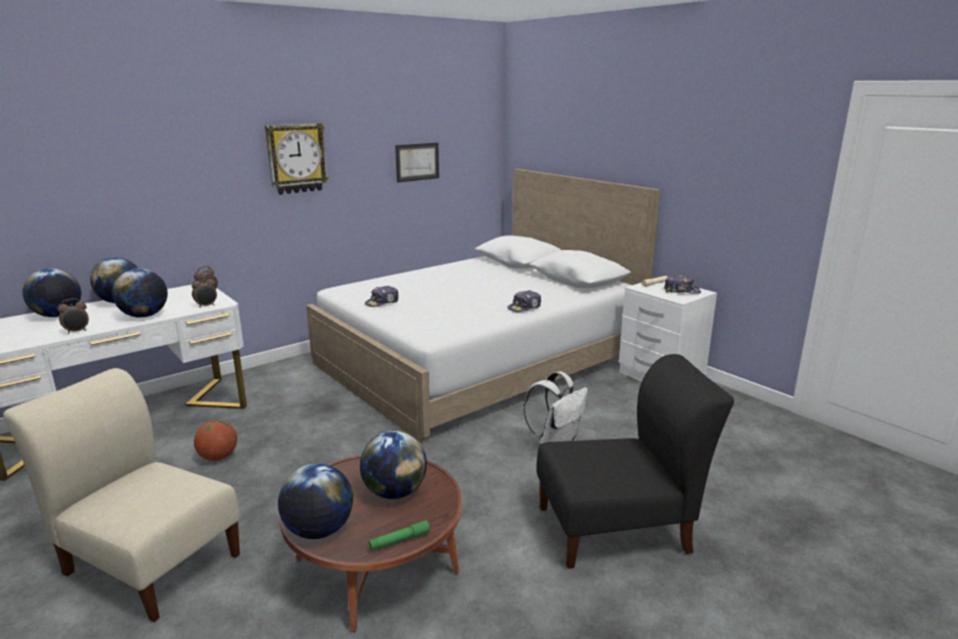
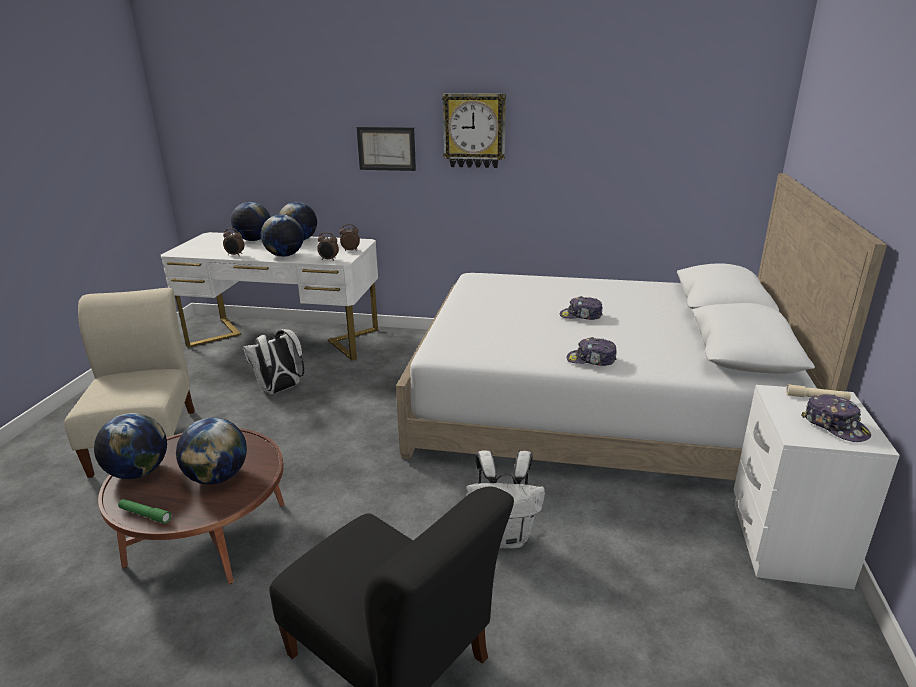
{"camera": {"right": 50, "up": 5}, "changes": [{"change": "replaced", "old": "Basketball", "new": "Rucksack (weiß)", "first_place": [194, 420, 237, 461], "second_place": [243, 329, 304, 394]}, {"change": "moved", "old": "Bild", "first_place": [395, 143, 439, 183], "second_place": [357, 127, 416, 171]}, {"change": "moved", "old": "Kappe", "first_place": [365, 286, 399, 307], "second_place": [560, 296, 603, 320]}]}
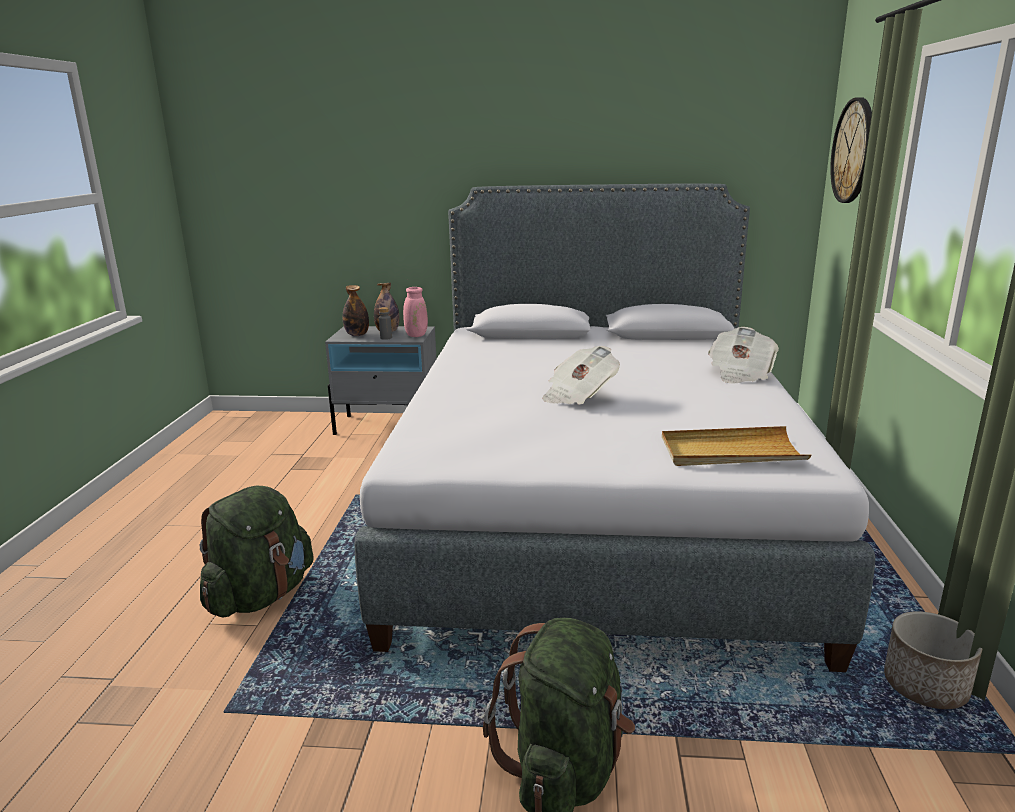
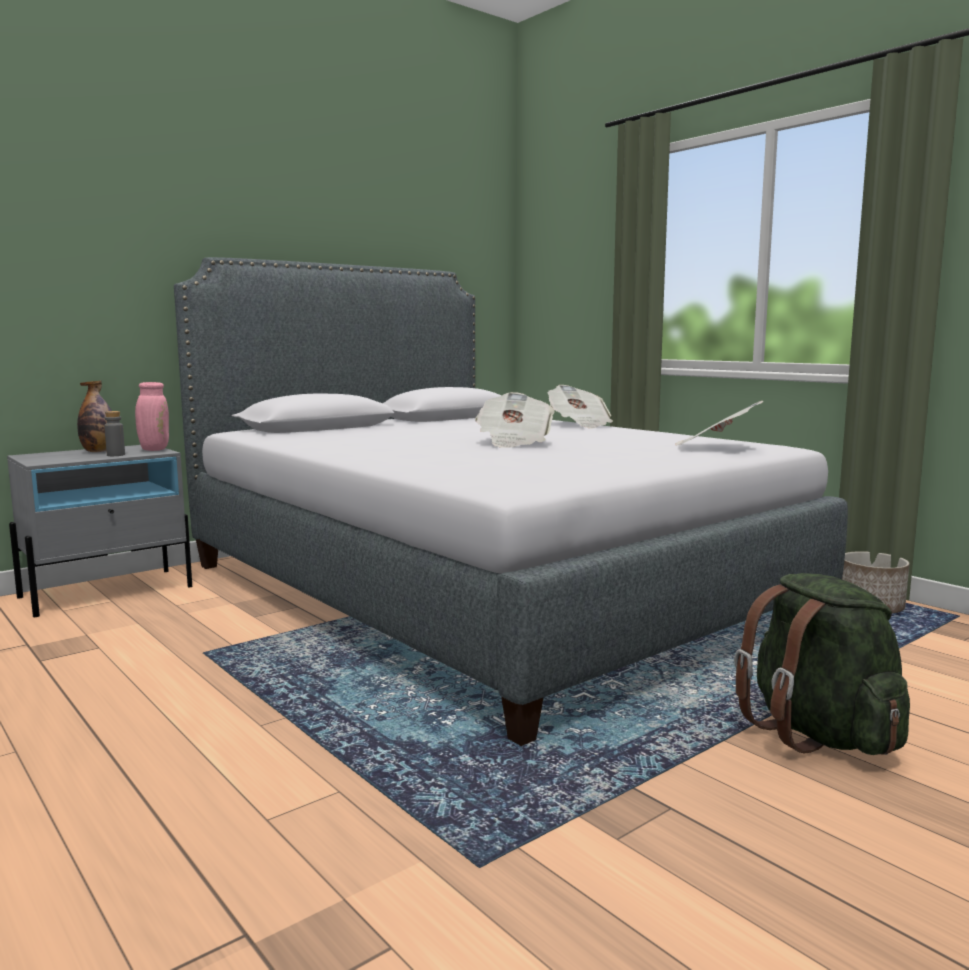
{"camera": {"right": -45, "up": -10}, "changes": [{"change": "replaced", "old": "Tablett (beige)", "new": "Zeitung", "first_place": [662, 426, 811, 466], "second_place": [675, 401, 763, 446]}, {"change": "removed", "old": "Rucksack (grün)", "first_place": [200, 485, 313, 618]}, {"change": "removed", "old": "Flasche", "first_place": [343, 285, 369, 336]}, {"change": "removed", "old": "Wanduhr", "first_place": [830, 97, 872, 203]}]}
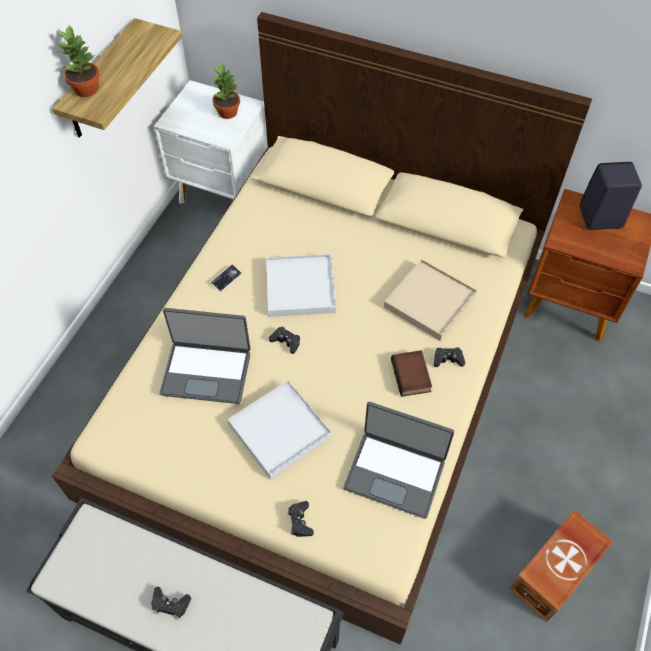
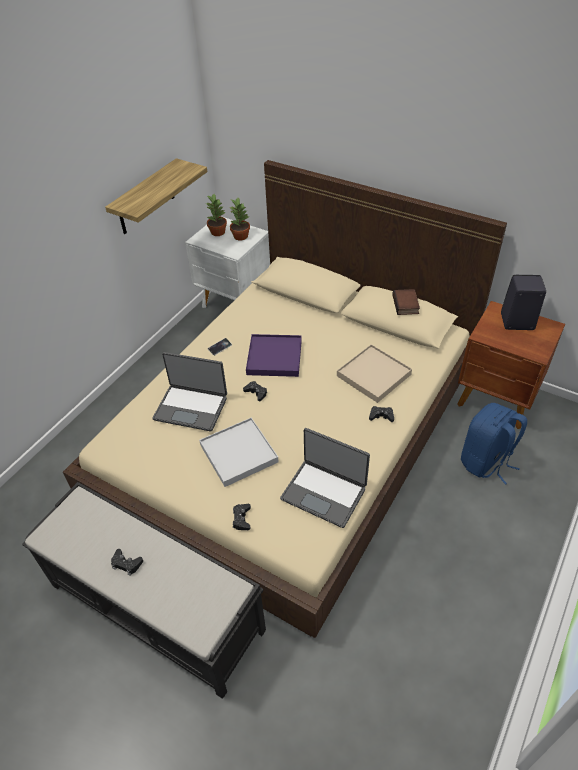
{"camera": {"right": 10, "up": -10}, "changes": [{"change": "moved", "old": "Topfpflanze", "first_place": [57, 25, 99, 97], "second_place": [206, 194, 227, 236]}, {"change": "recoloured", "old": "Tablett (weiß)", "new": "Tablett (lila)", "first_place": [266, 254, 336, 317], "second_place": [246, 334, 302, 377]}, {"change": "moved", "old": "Buch", "first_place": [391, 350, 432, 397], "second_place": [392, 289, 420, 315]}, {"change": "added", "new": "Rucksack (blau)", "second_place": [461, 403, 527, 485]}, {"change": "removed", "old": "Aufbewahrungsbox (braun)", "first_place": [509, 510, 614, 622]}]}
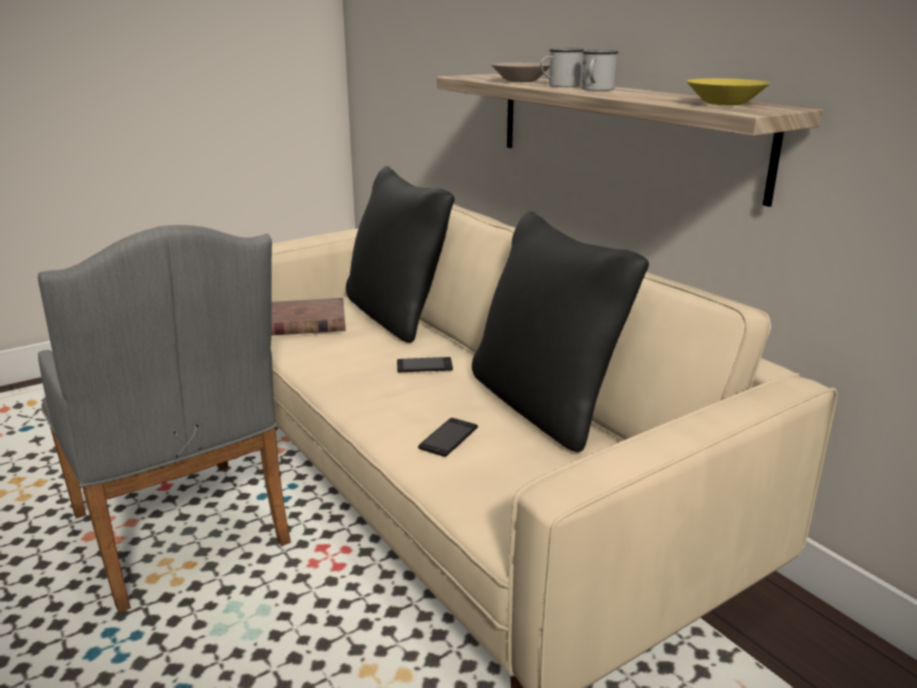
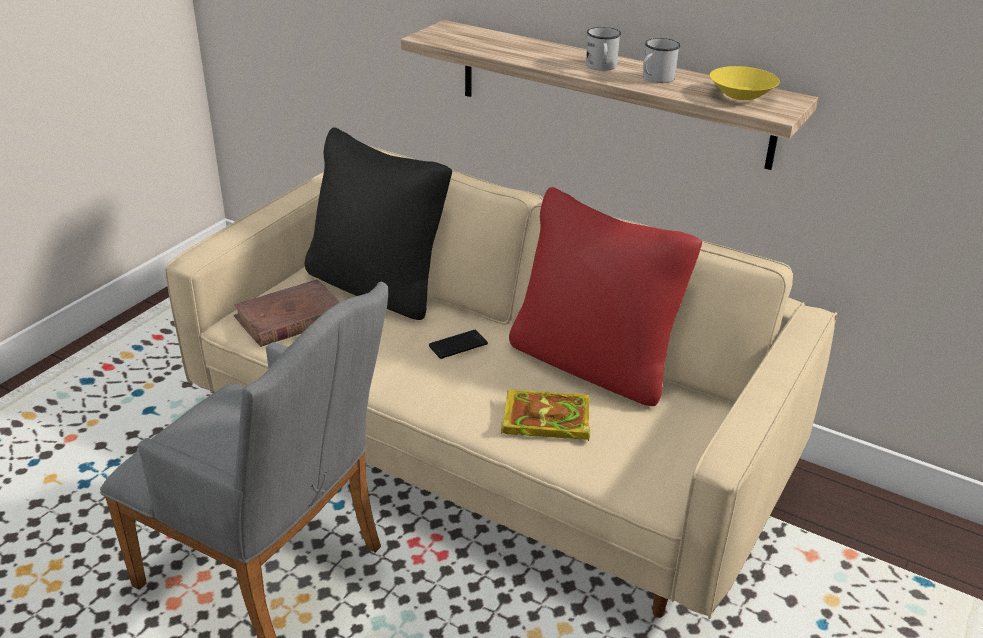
{"camera": {"right": -25, "up": 10}, "changes": [{"change": "replaced", "old": "Handy", "new": "Buch", "first_place": [418, 418, 478, 457], "second_place": [501, 389, 590, 441]}, {"change": "recoloured", "old": "Kissen (schwarz)", "new": "Kissen (rot)", "first_place": [472, 211, 649, 452], "second_place": [509, 187, 702, 406]}, {"change": "moved", "old": "Henkelbecher (weiß)", "first_place": [540, 48, 584, 87], "second_place": [643, 38, 680, 83]}, {"change": "removed", "old": "Schüssel (beige)", "first_place": [491, 62, 550, 82]}]}
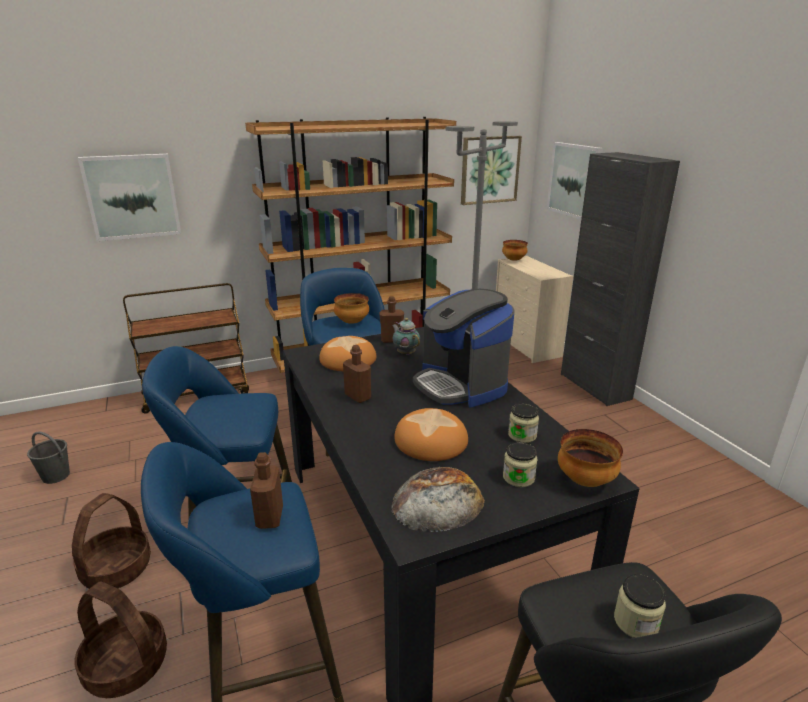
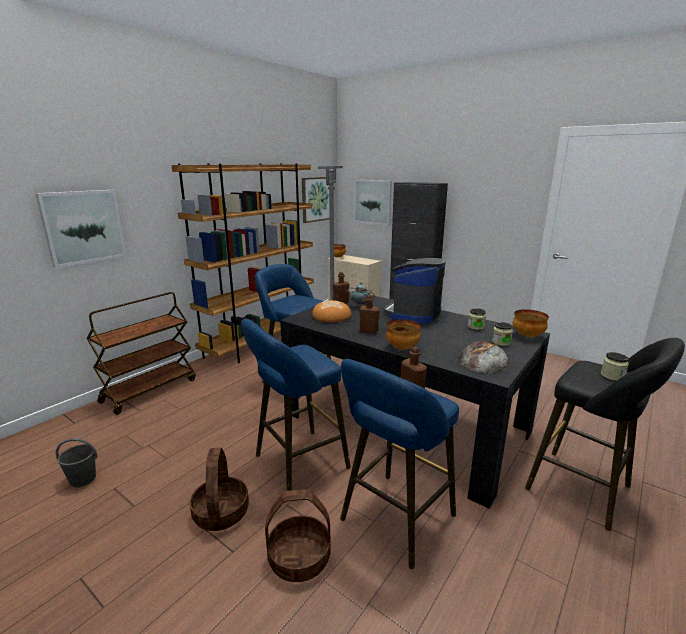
{"camera": {"right": -30, "up": -5}, "changes": [{"change": "turned", "old": "Kaffeemaschine", "first_place": [413, 289, 514, 407], "second_place": [384, 258, 446, 324], "degrees": 90}, {"change": "moved", "old": "Schüssel", "first_place": [334, 293, 369, 324], "second_place": [386, 319, 421, 350]}, {"change": "removed", "old": "Brot", "first_place": [394, 408, 468, 461]}]}
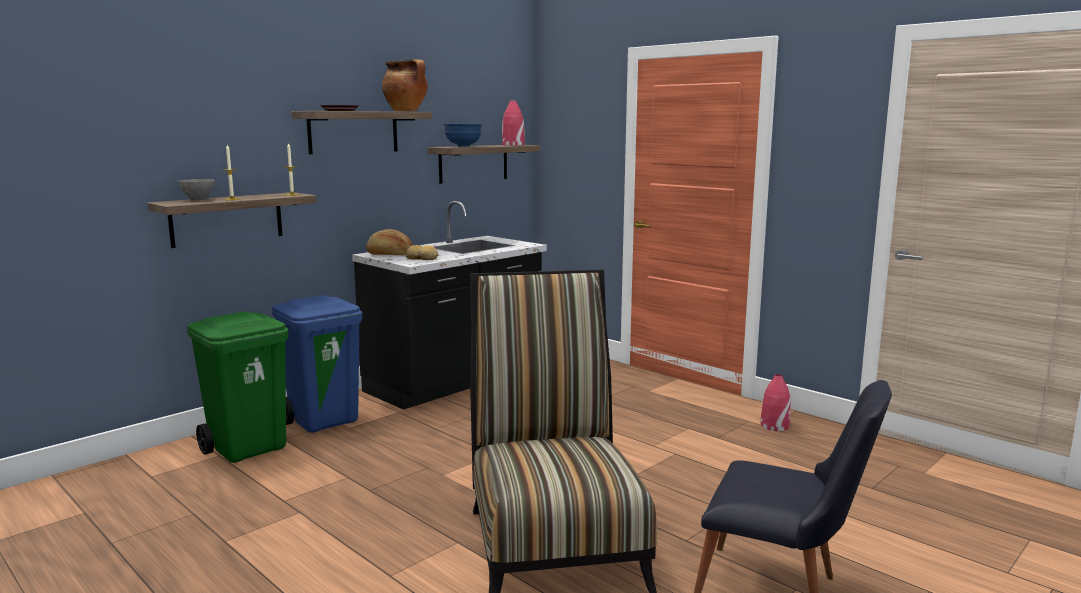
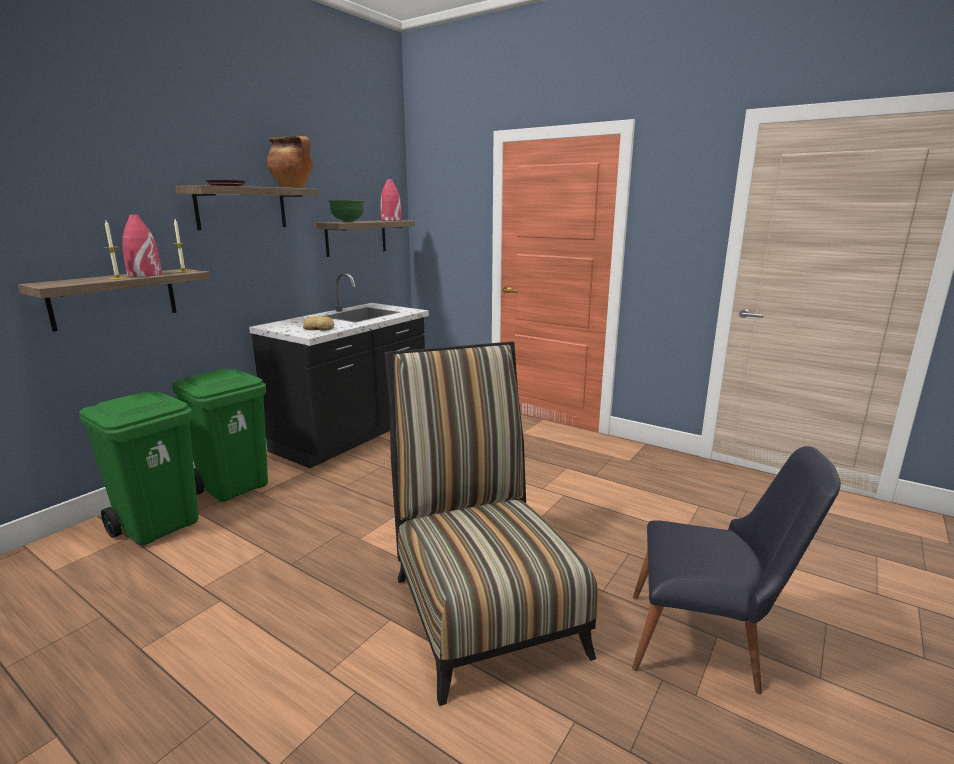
{"camera": {"right": -10, "up": 5}, "changes": [{"change": "moved", "old": "Vase (rot)", "first_place": [761, 374, 791, 431], "second_place": [122, 215, 162, 277]}, {"change": "recoloured", "old": "Mülleimer (blau)", "new": "Mülleimer (grün)", "first_place": [272, 295, 362, 433], "second_place": [172, 369, 268, 502]}, {"change": "recoloured", "old": "Schüssel (blau)", "new": "Schüssel (grün)", "first_place": [444, 123, 482, 147], "second_place": [328, 200, 365, 222]}, {"change": "removed", "old": "Schüssel (grau)", "first_place": [178, 179, 215, 200]}, {"change": "removed", "old": "Brot", "first_place": [366, 229, 412, 255]}]}
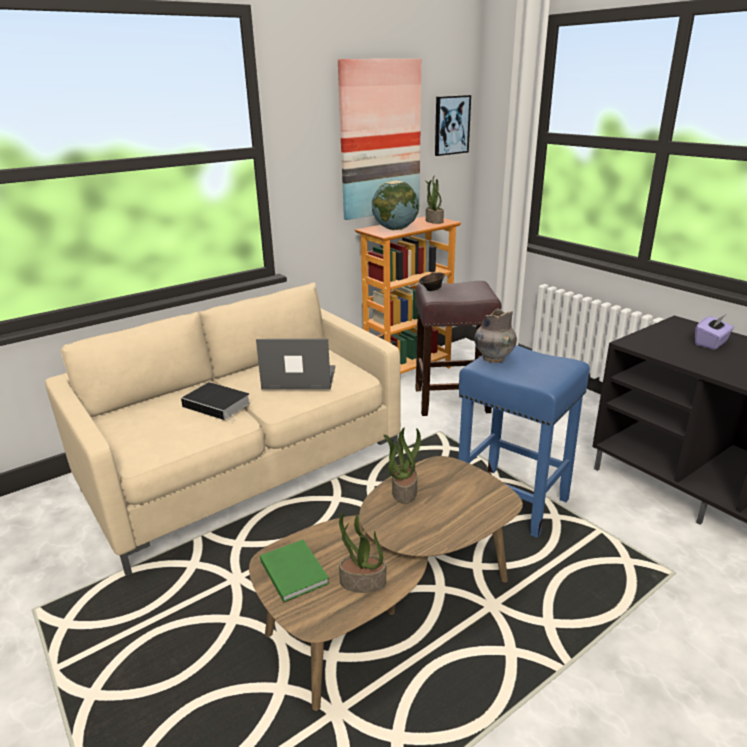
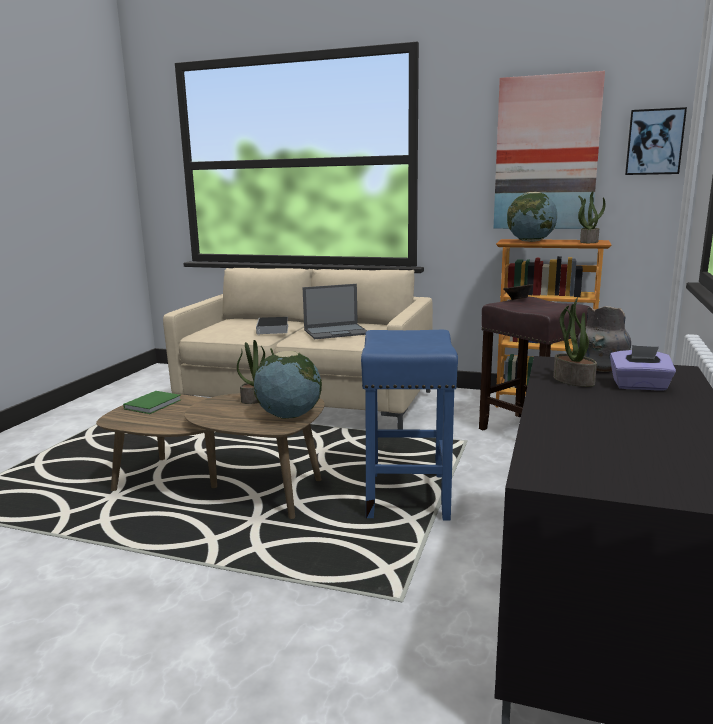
{"camera": {"right": 55, "up": -10}, "changes": [{"change": "added", "new": "Globus", "second_place": [254, 351, 322, 419]}, {"change": "turned", "old": "Laptop", "first_place": [256, 339, 335, 390], "second_place": [303, 284, 367, 339], "degrees": 105}, {"change": "moved", "old": "Topfpflanze", "first_place": [339, 513, 386, 593], "second_place": [553, 297, 597, 387]}, {"change": "moved", "old": "Vase (grau)", "first_place": [474, 308, 517, 363], "second_place": [577, 306, 631, 372]}]}
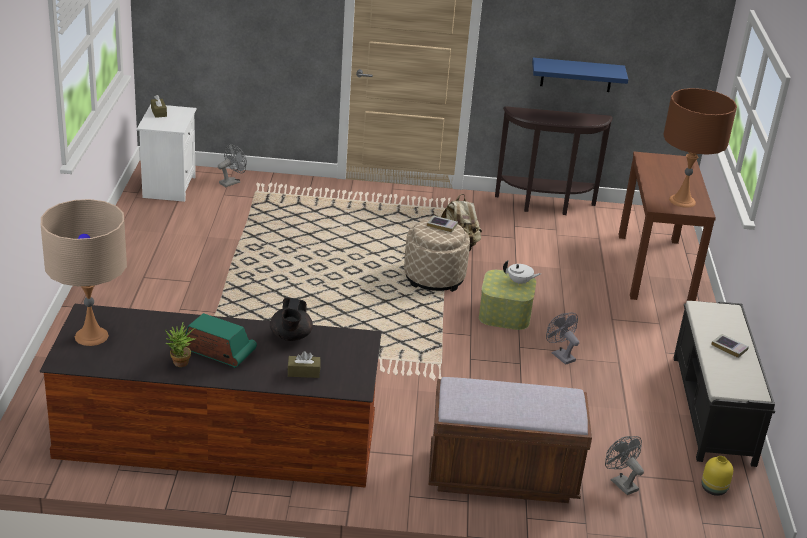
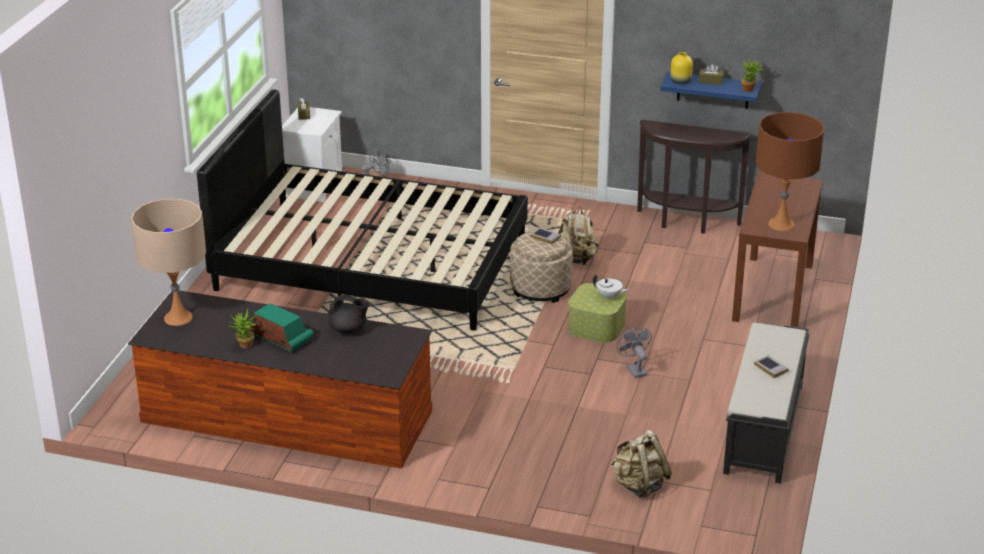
{"camera": {"right": 15, "up": 0}, "changes": [{"change": "added", "new": "Bett (schwarz)", "second_place": [197, 90, 528, 331]}, {"change": "turned", "old": "Teekanne (schwarz)", "first_place": [270, 297, 313, 341], "second_place": [328, 295, 369, 333], "degrees": -90}, {"change": "replaced", "old": "Ventilator (grau)", "new": "Rucksack (beige)", "first_place": [605, 436, 644, 495], "second_place": [611, 430, 672, 498]}, {"change": "moved", "old": "Vase (gelb)", "first_place": [702, 456, 733, 496], "second_place": [670, 52, 693, 84]}, {"change": "moved", "old": "Taschentuchbox (braun)", "first_place": [287, 351, 321, 378], "second_place": [699, 64, 724, 85]}, {"change": "added", "new": "Topfpflanze", "second_place": [741, 58, 764, 92]}, {"change": "removed", "old": "Bank (braun)", "first_place": [428, 377, 592, 503]}]}
